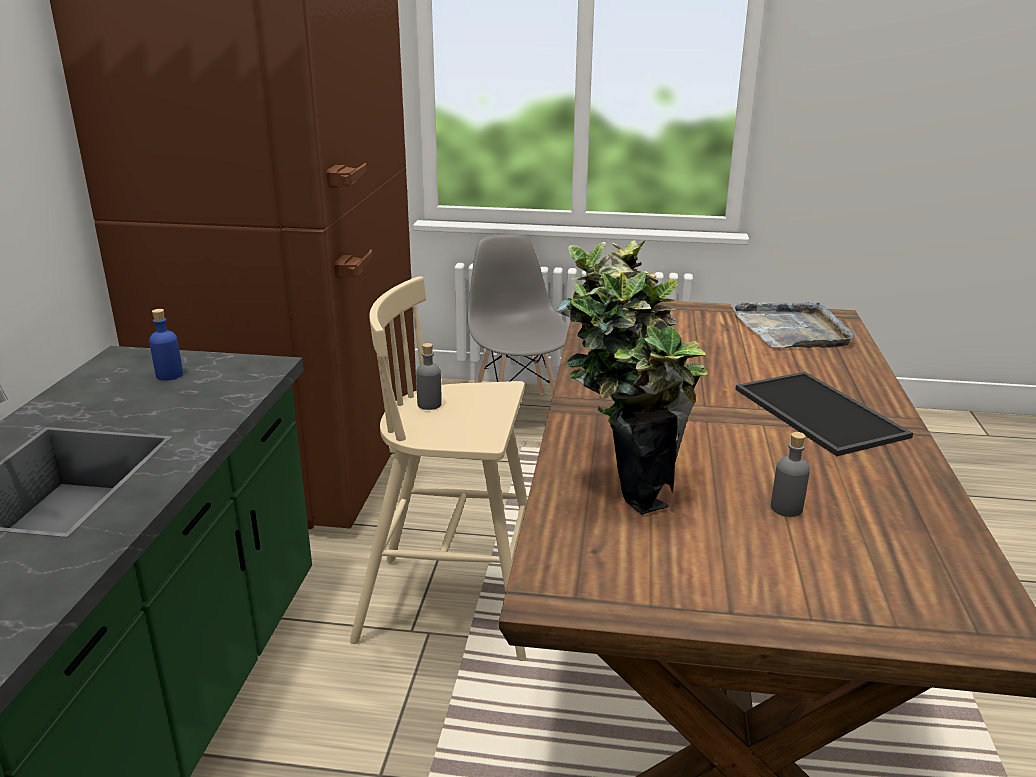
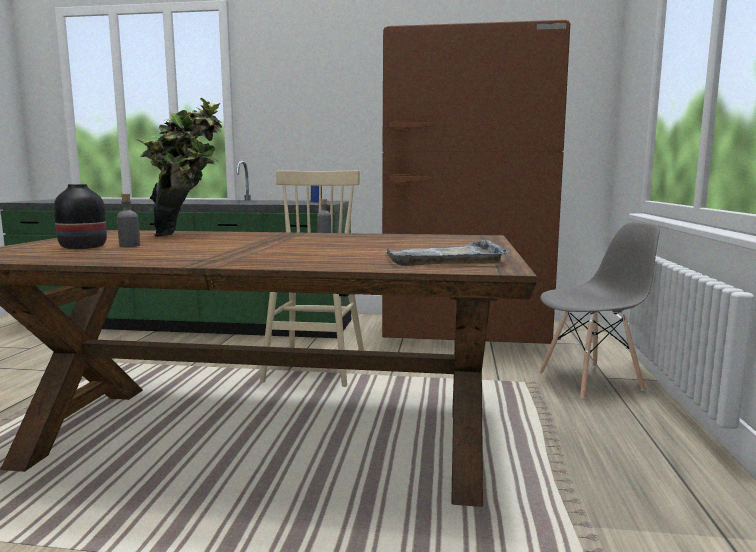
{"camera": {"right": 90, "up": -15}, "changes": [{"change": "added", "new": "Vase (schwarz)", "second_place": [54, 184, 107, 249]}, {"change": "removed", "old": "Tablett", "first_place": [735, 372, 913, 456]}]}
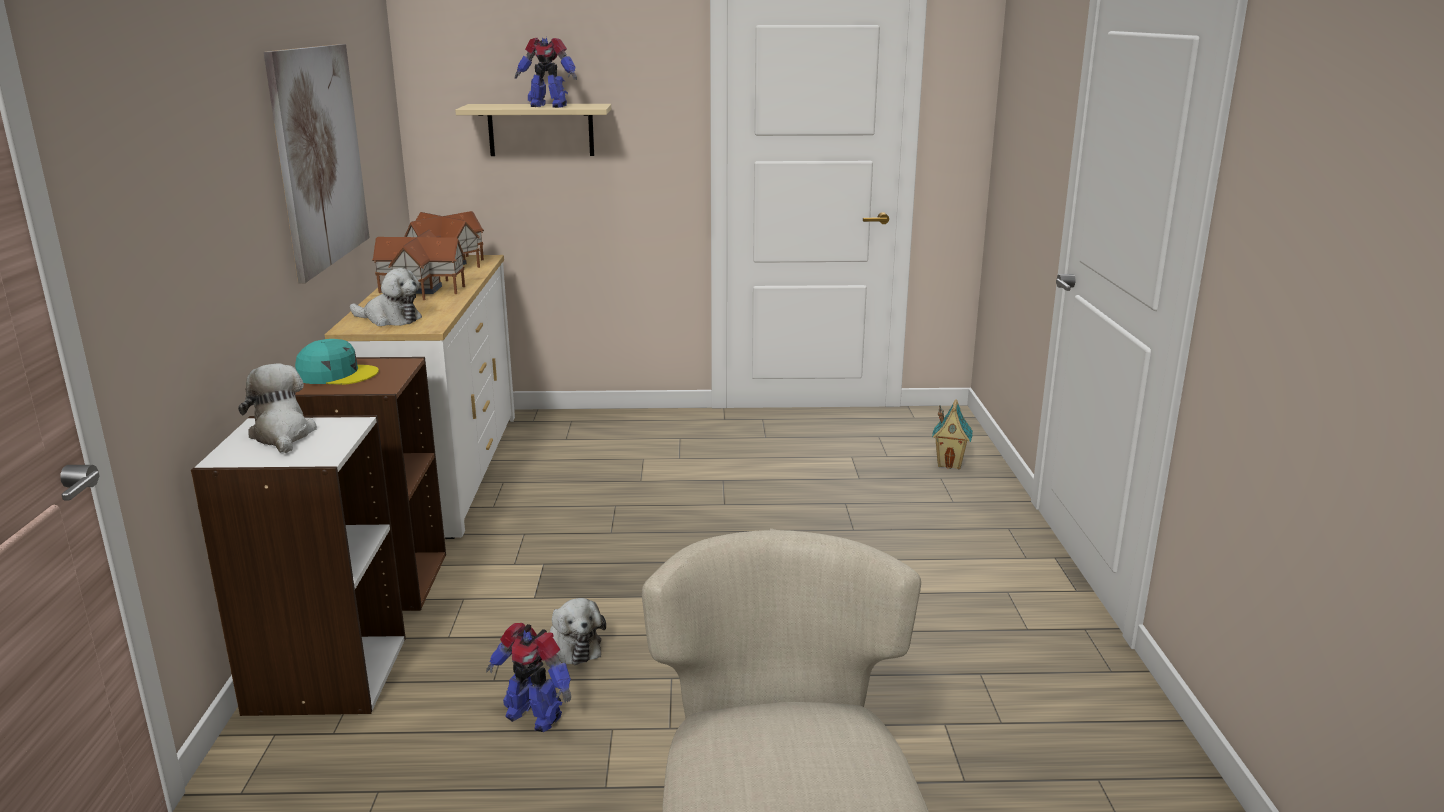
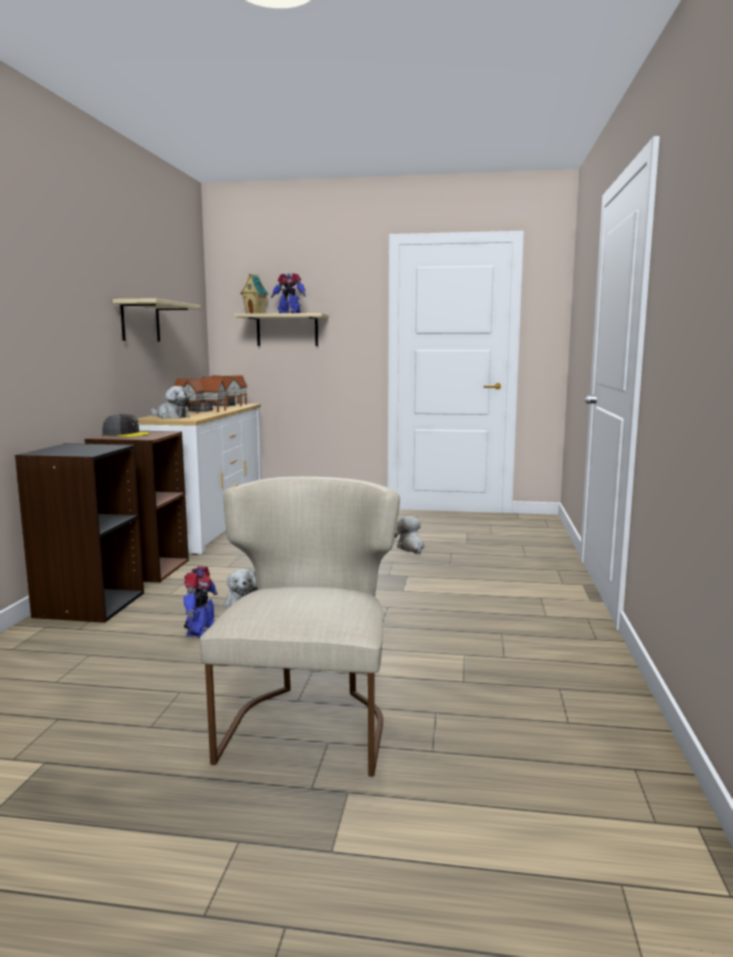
{"camera": {"right": 10, "up": -10}, "changes": [{"change": "recoloured", "old": "Bücherregal (weiß)", "new": "Bücherregal (schwarz)", "first_place": [191, 415, 406, 716], "second_place": [15, 443, 144, 623]}, {"change": "recoloured", "old": "Kappe (türkis)", "new": "Kappe (grau)", "first_place": [295, 339, 379, 385], "second_place": [103, 414, 151, 437]}, {"change": "replaced", "old": "Bild", "new": "Wandregal (beige)", "first_place": [264, 44, 370, 283], "second_place": [113, 298, 201, 341]}, {"change": "turned", "old": "Spielzeugroboter", "first_place": [486, 623, 571, 732], "second_place": [184, 566, 218, 638], "degrees": -120}, {"change": "moved", "old": "Spielzeughaus", "first_place": [932, 399, 973, 470], "second_place": [240, 273, 269, 314]}, {"change": "moved", "old": "Plüschtier", "first_place": [238, 363, 317, 453], "second_place": [395, 516, 424, 554]}]}
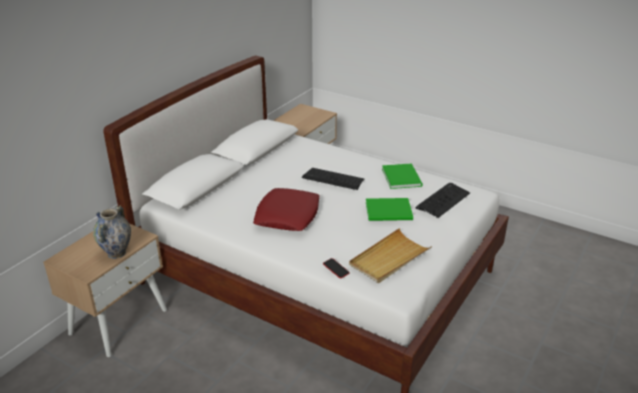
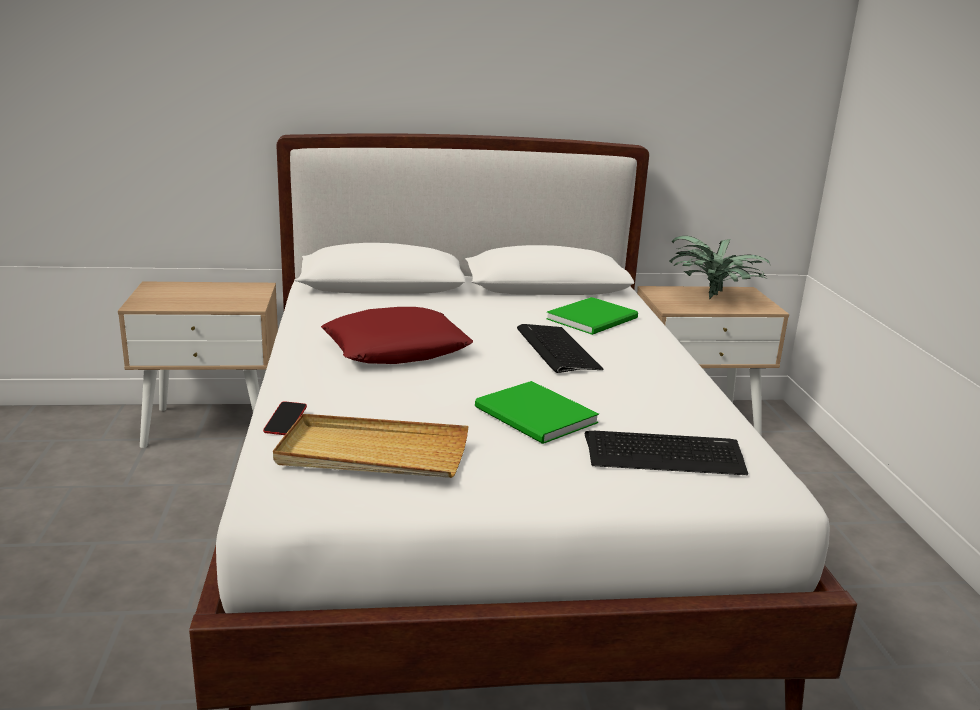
{"camera": {"right": 50, "up": -10}, "changes": [{"change": "moved", "old": "Buch (grün)", "first_place": [382, 163, 423, 189], "second_place": [546, 297, 638, 335]}, {"change": "added", "new": "Topfpflanze", "second_place": [669, 236, 771, 299]}, {"change": "removed", "old": "Vase", "first_place": [93, 205, 131, 259]}]}
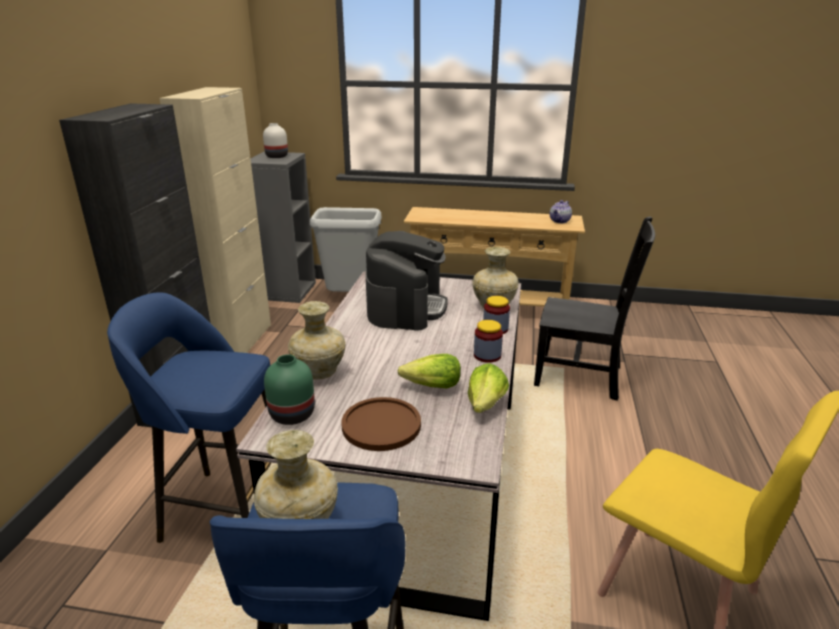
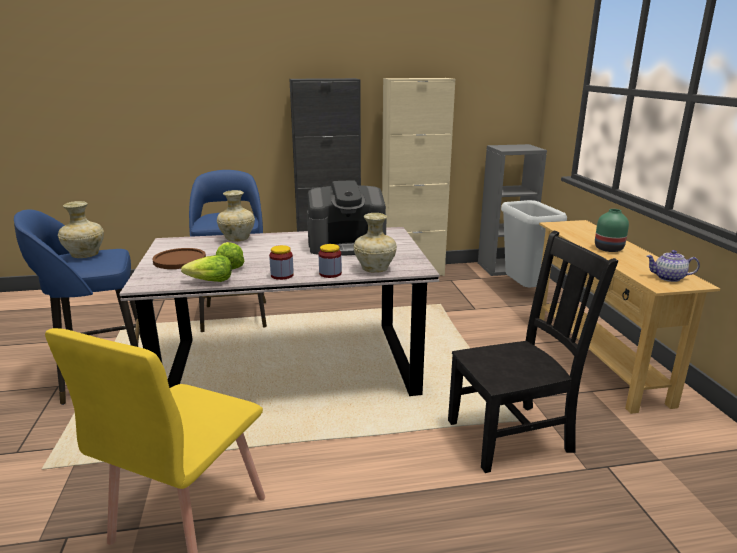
{"camera": {"right": 70, "up": -5}, "changes": [{"change": "turned", "old": "Stuhl (schwarz)", "first_place": [534, 216, 655, 401], "second_place": [448, 231, 618, 473], "degrees": -105}, {"change": "moved", "old": "Vase (grün)", "first_place": [264, 354, 315, 425], "second_place": [595, 209, 629, 252]}, {"change": "removed", "old": "Vase (weiß)", "first_place": [263, 123, 288, 158]}]}
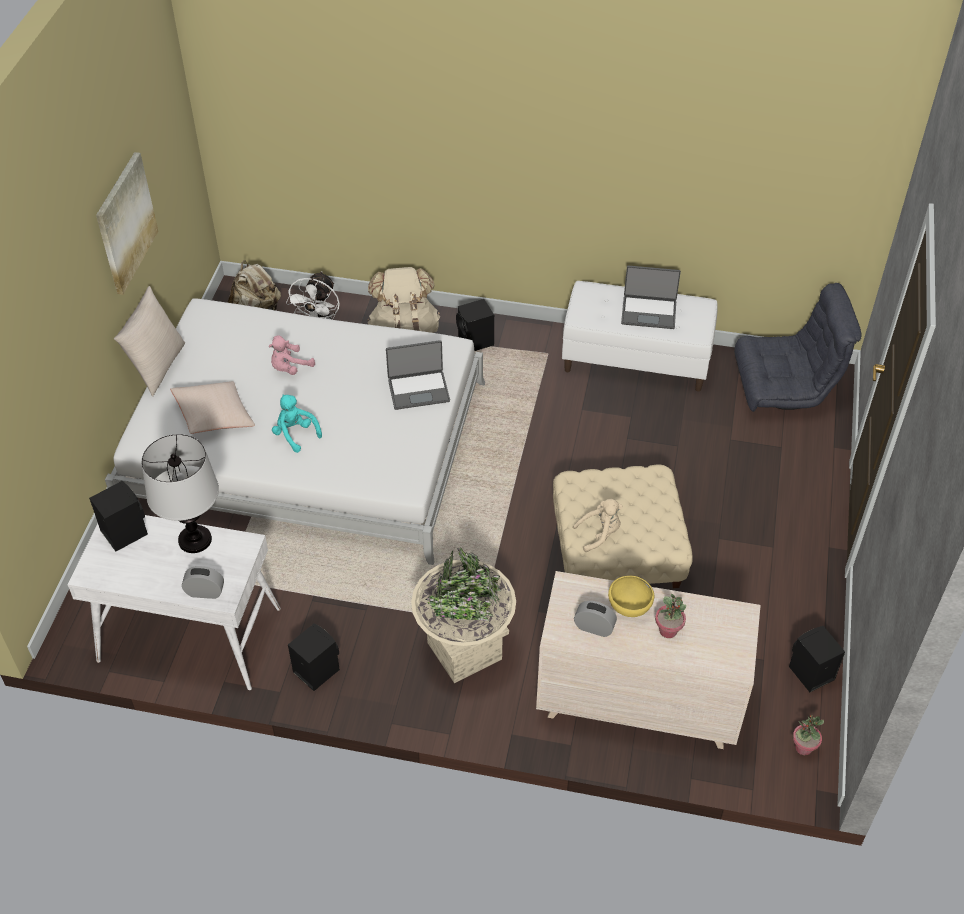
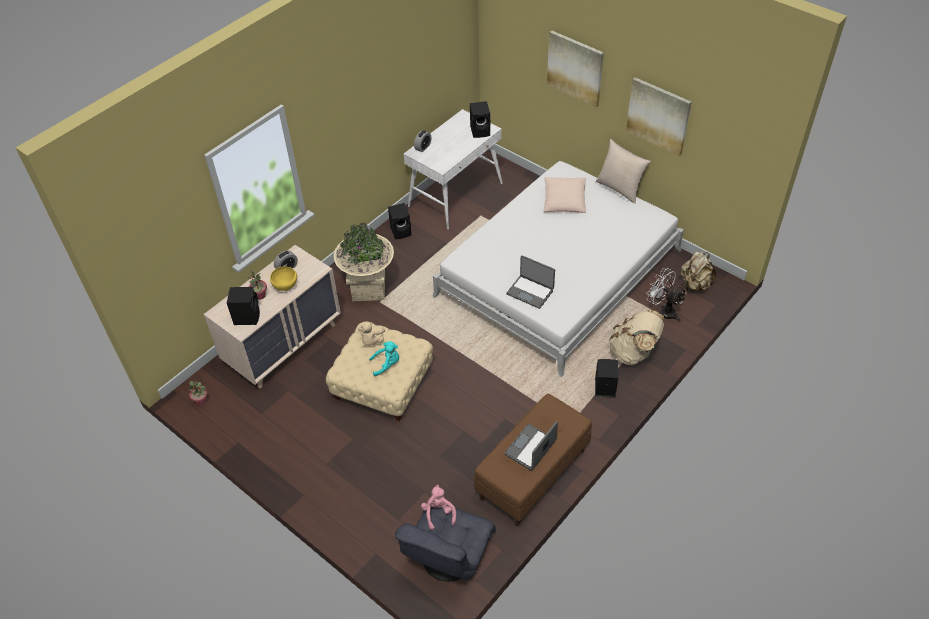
{"camera": {"right": 120, "up": 0}, "changes": [{"change": "moved", "old": "Lautsprecher (schwarz)", "first_place": [789, 626, 845, 692], "second_place": [227, 287, 260, 325]}, {"change": "moved", "old": "Plüschtier (türkis)", "first_place": [272, 395, 322, 453], "second_place": [369, 341, 399, 376]}, {"change": "moved", "old": "Plüschtier (rosa)", "first_place": [269, 335, 315, 375], "second_place": [421, 485, 456, 530]}, {"change": "recoloured", "old": "Bank (weiß)", "new": "Bank (braun)", "first_place": [562, 281, 718, 392], "second_place": [474, 394, 592, 526]}, {"change": "turned", "old": "Laptop", "first_place": [386, 340, 450, 410], "second_place": [506, 255, 555, 309], "degrees": -75}, {"change": "added", "new": "Bild", "second_place": [547, 30, 604, 107]}, {"change": "removed", "old": "Tischlampe", "first_place": [141, 434, 219, 553]}]}
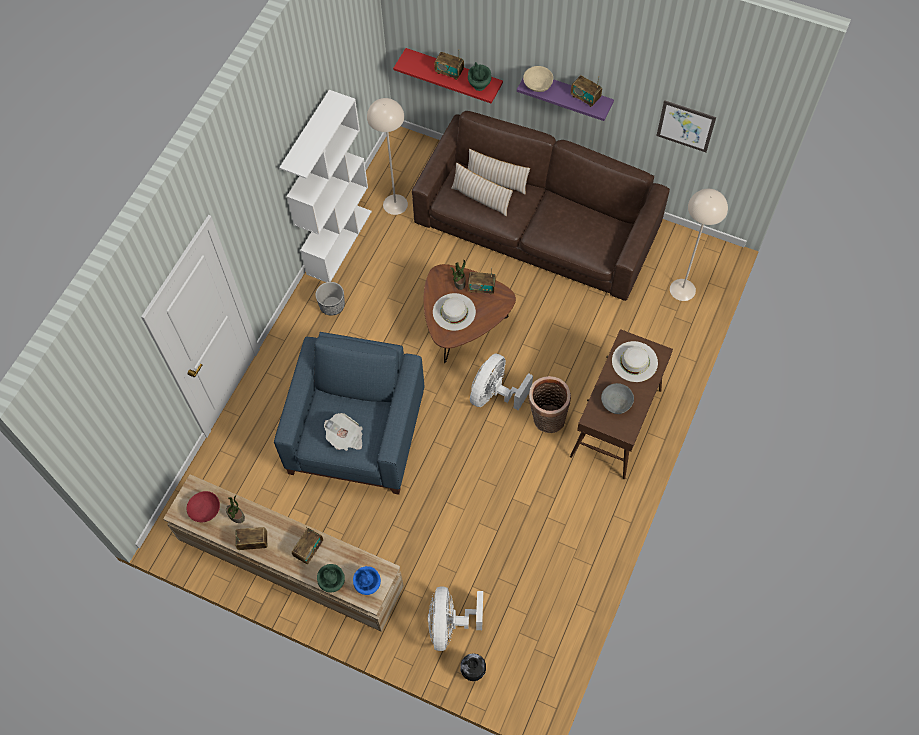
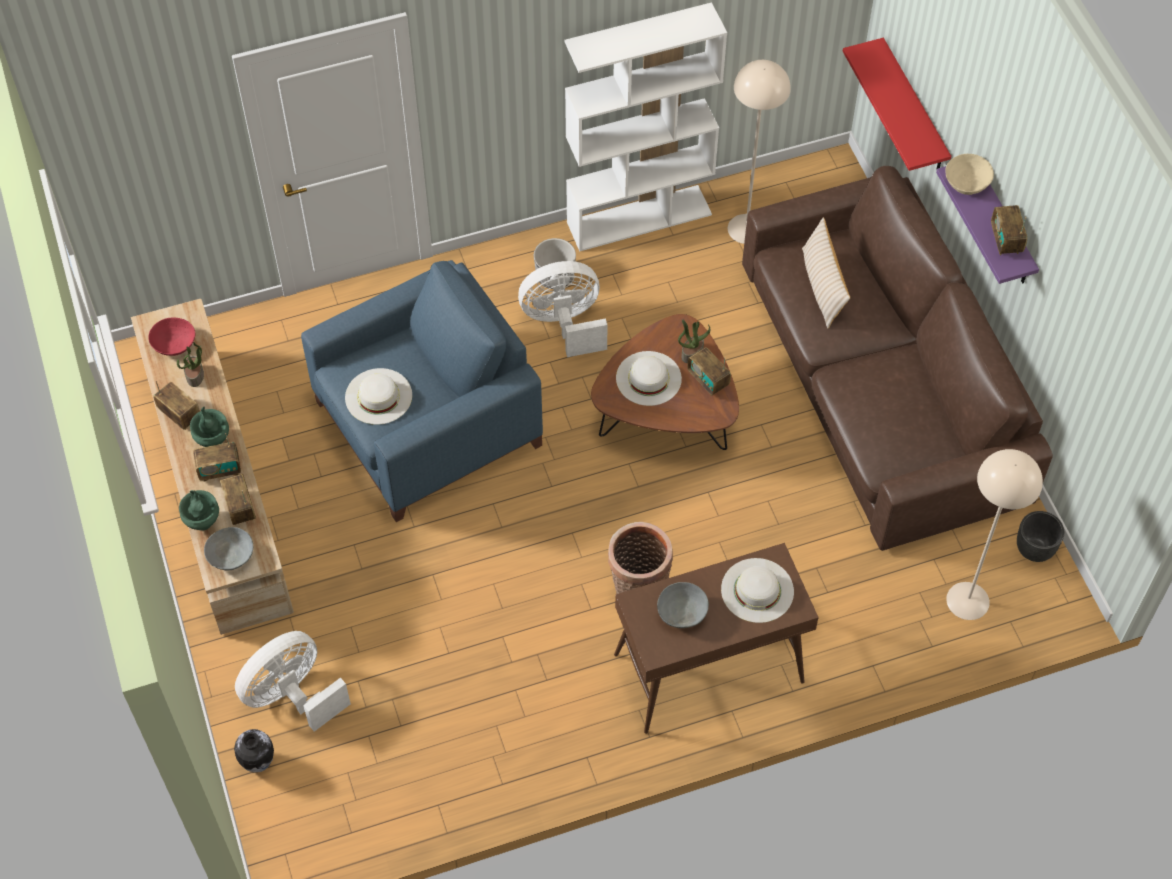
{"camera": {"right": 45, "up": -5}, "changes": [{"change": "moved", "old": "Vase (grün)", "first_place": [468, 62, 491, 91], "second_place": [190, 407, 229, 447]}, {"change": "replaced", "old": "Vase (blau)", "new": "Schüssel (grau)", "first_place": [353, 566, 381, 595], "second_place": [204, 527, 253, 571]}, {"change": "moved", "old": "Radio", "first_place": [434, 49, 464, 80], "second_place": [220, 474, 256, 525]}, {"change": "replaced", "old": "Zeitung", "new": "Hut (weiß)", "first_place": [324, 413, 363, 451], "second_place": [345, 368, 412, 425]}, {"change": "moved", "old": "Ventilator (weiß)", "first_place": [470, 353, 533, 410], "second_place": [518, 261, 608, 357]}, {"change": "added", "new": "Pflanzkübel (schwarz)", "second_place": [1017, 511, 1064, 562]}, {"change": "removed", "old": "Kissen (beige)", "first_place": [468, 149, 530, 194]}, {"change": "removed", "old": "Bild", "first_place": [656, 100, 716, 152]}]}
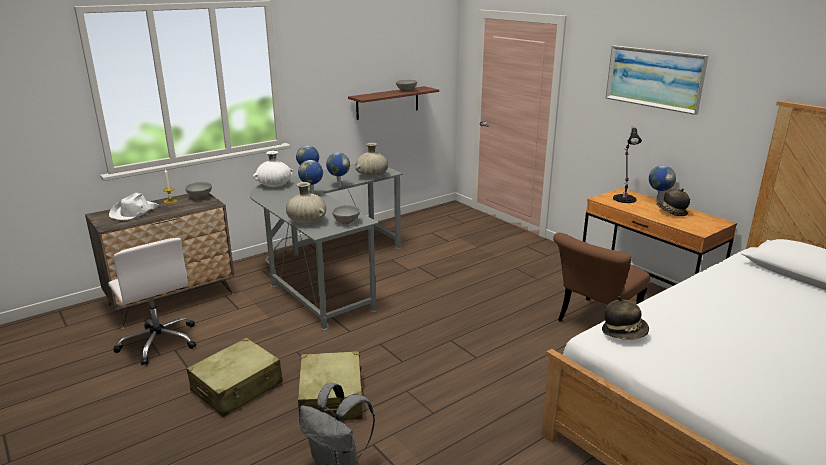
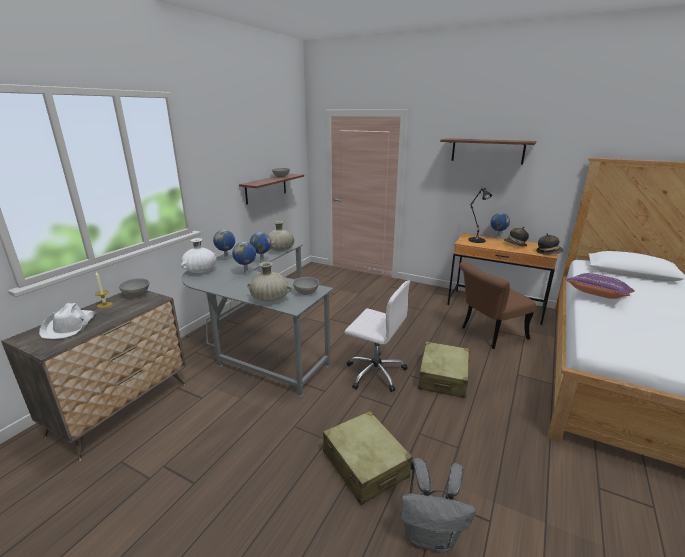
{"camera": {"right": -25, "up": 0}, "changes": [{"change": "moved", "old": "Bürostuhl (weiß)", "first_place": [108, 238, 196, 365], "second_place": [344, 280, 410, 392]}, {"change": "moved", "old": "Koffer (beige)", "first_place": [187, 338, 283, 417], "second_place": [418, 342, 470, 398]}, {"change": "replaced", "old": "Bild", "new": "Wandregal", "first_place": [606, 45, 708, 115], "second_place": [440, 138, 536, 165]}, {"change": "turned", "old": "Stuhl (braun)", "first_place": [553, 233, 650, 322], "second_place": [459, 262, 536, 349], "degrees": 45}, {"change": "moved", "old": "Hut", "first_place": [602, 296, 649, 340], "second_place": [536, 233, 563, 255]}, {"change": "added", "new": "Kissen (lila)", "second_place": [565, 273, 635, 299]}]}
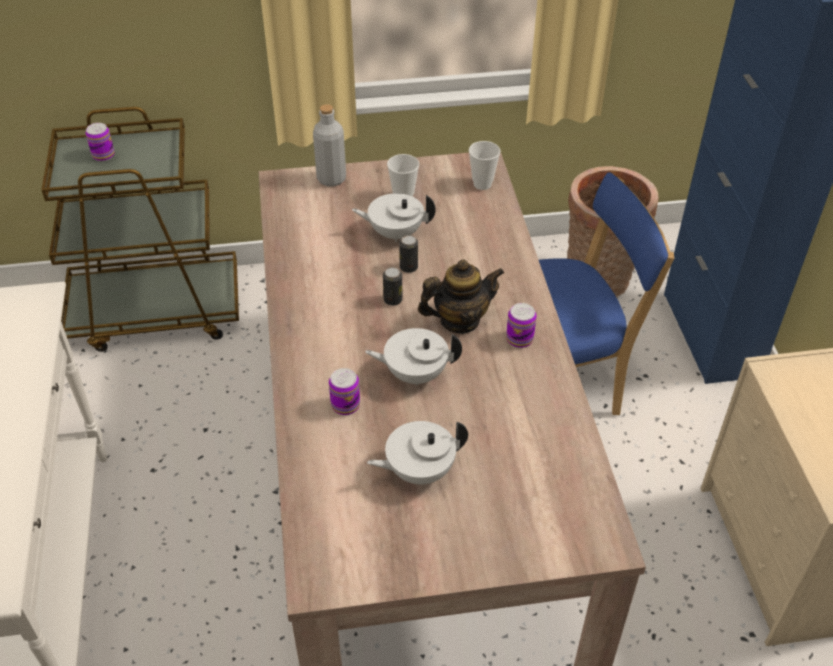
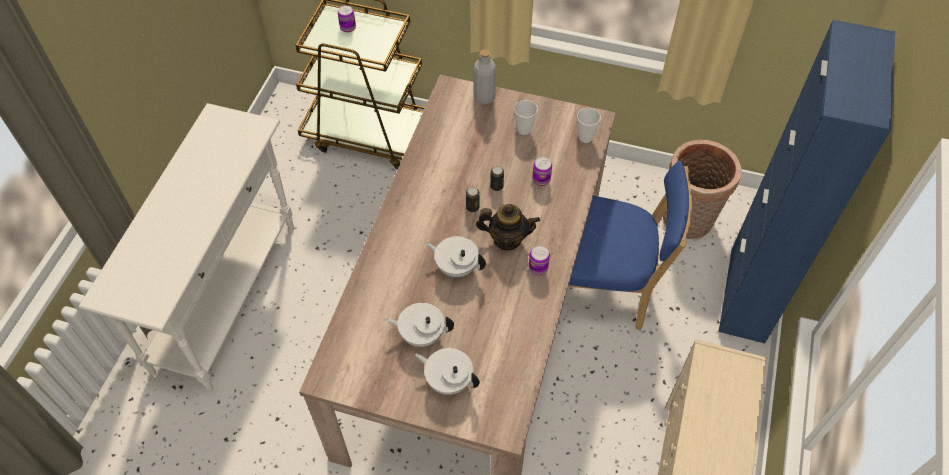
{"camera": {"right": 25, "up": 10}, "changes": [{"change": "moved", "old": "Teekanne (weiß)", "first_place": [352, 193, 436, 242], "second_place": [415, 348, 480, 395]}, {"change": "moved", "old": "Dose", "first_place": [329, 368, 360, 415], "second_place": [532, 157, 552, 186]}]}
